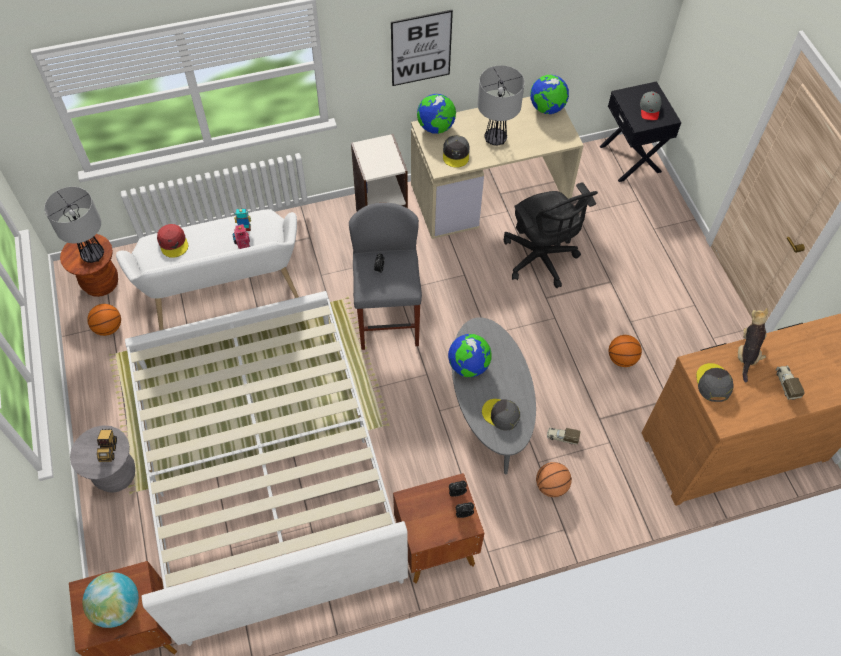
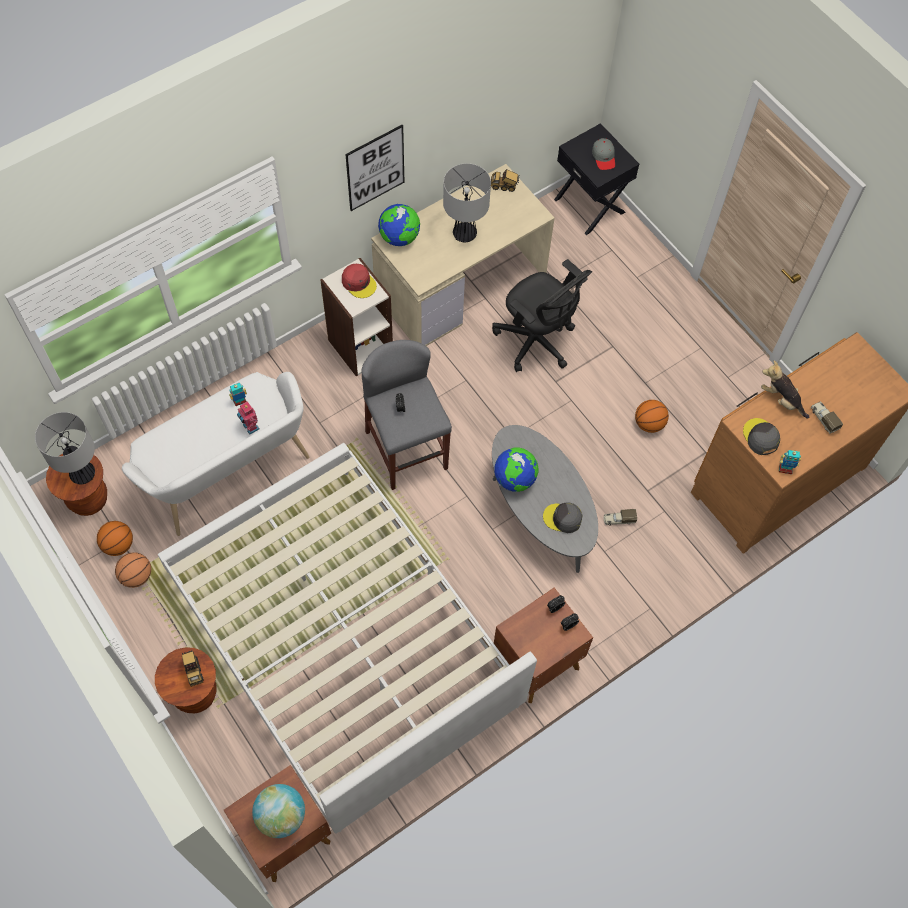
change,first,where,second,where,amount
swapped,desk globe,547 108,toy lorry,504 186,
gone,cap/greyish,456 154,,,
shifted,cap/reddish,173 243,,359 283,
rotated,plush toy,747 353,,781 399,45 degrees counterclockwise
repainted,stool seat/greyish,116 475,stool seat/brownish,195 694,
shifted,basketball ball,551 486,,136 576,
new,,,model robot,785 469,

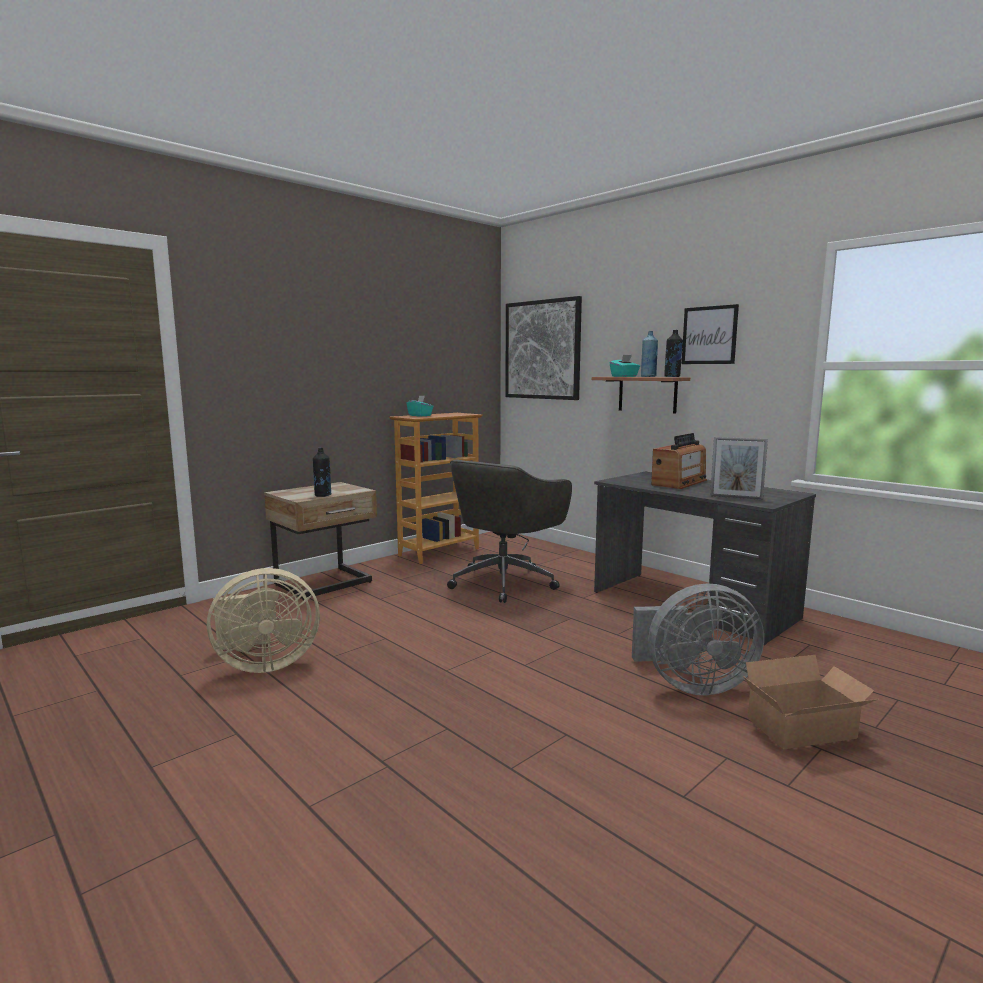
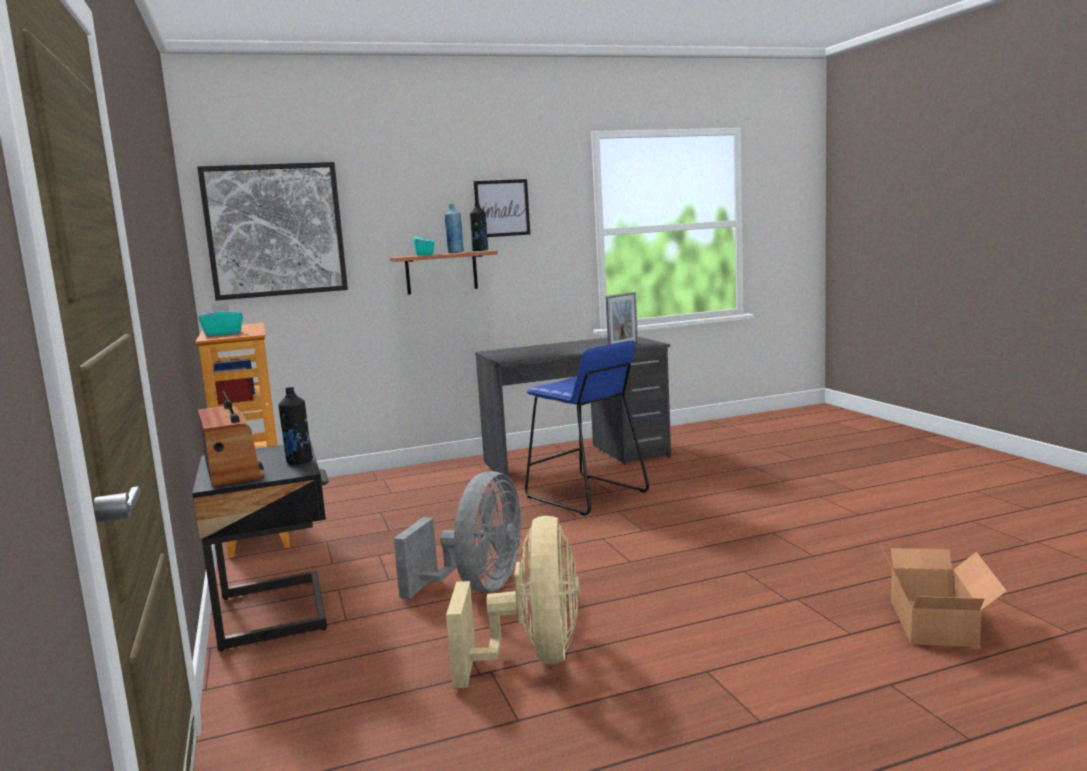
change,first,where,second,where,amount
shifted,radio set,679 482,,232 470,
gone,office chair/greyish,505 582,,,
repainted,bedside table/beige,325 584,bedside table/blackish,277 612,
shifted,cooling fan/greyish,692 685,,477 587,
shifted,packing box,805 730,,936 622,
new,,,stool seat/blue,585 495,

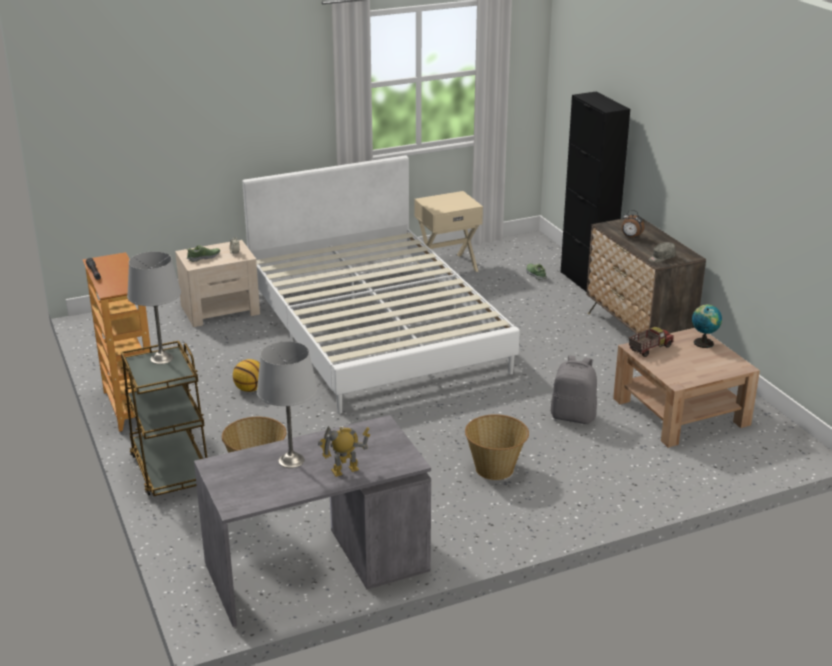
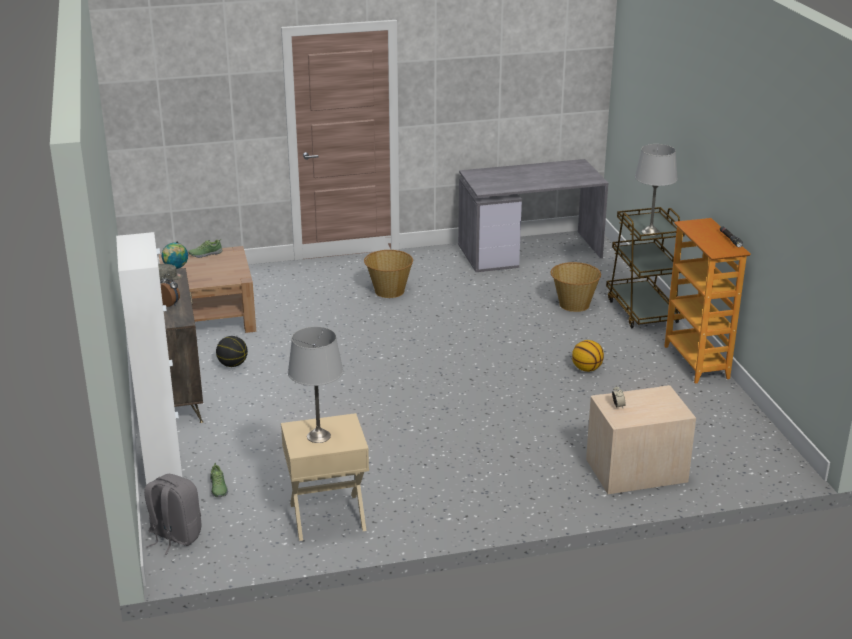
change,first,where,second,where,amount
repainted,cabinet/blackish,586 281,cabinet/white,163 469,
gone,sleeping bed/white,375 330,,,
shifted,low shoe,204 257,,205 254,
gone,toy lorry,649 349,,,
shifted,lamp for a table/greyish,290 461,,319 436,
shifted,rucksack/greyish,573 416,,174 537,
gone,model robot,345 470,,,
new,,,basketball ball,233 364,

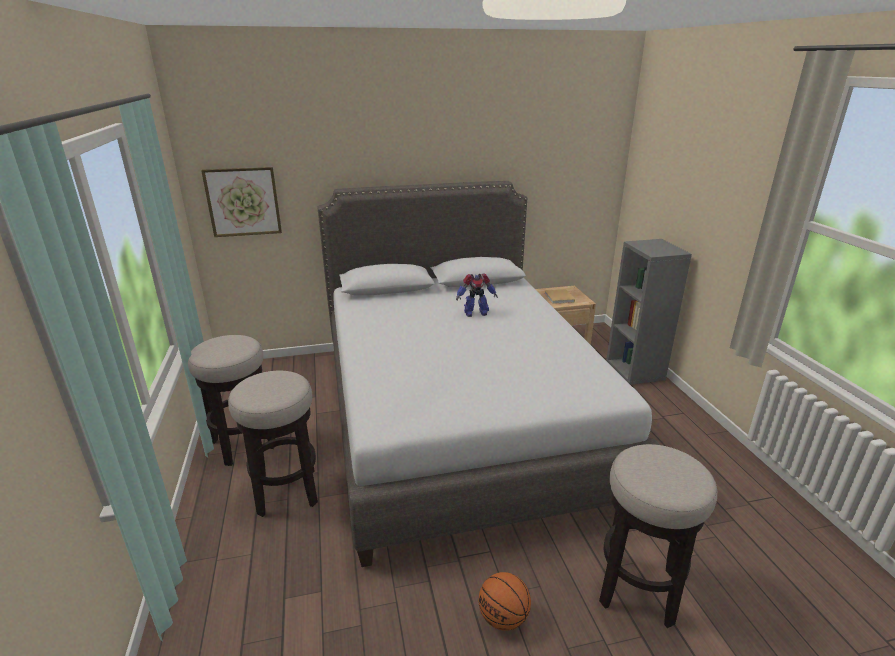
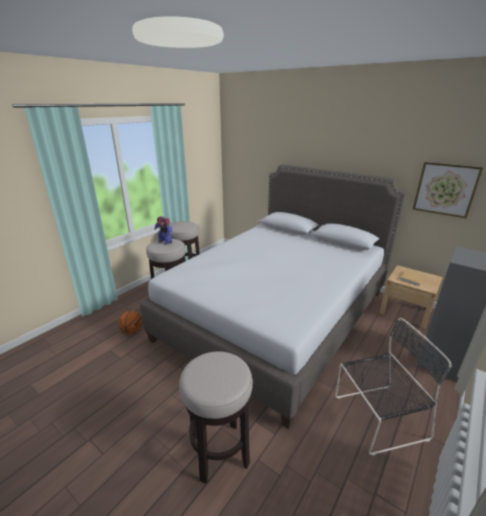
change,first,where,second,where,amount
shifted,picture,243 202,,445 189,
shifted,model robot,475 313,,165 241,
shifted,basketball ball,503 618,,132 331,
new,,,upright chair/blackish,377 418,

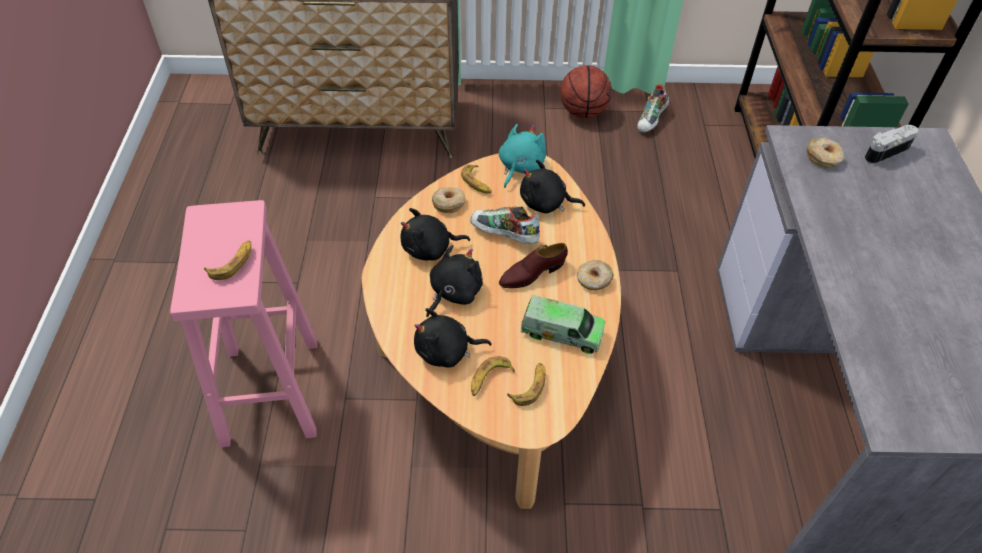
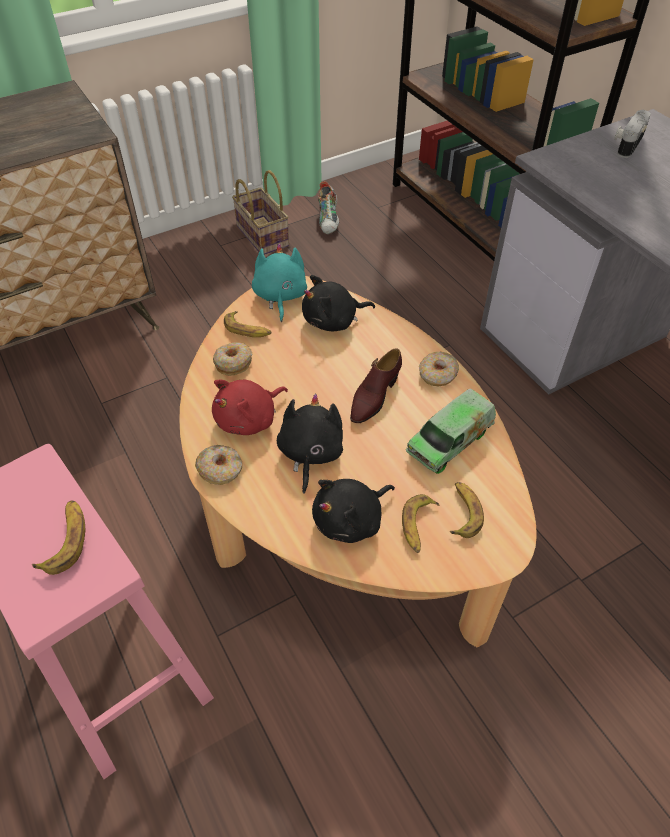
change,first,where,second,where,amount
swapped,basketball ball,583 112,storage basket,260 235,
shifted,donut,823 157,,220 469,
gone,low shoe,503 236,,,
repainted,plush toy/blackish,430 249,plush toy/reddish,249 419,
rotated,toy lorry,562 332,,450 441,150 degrees clockwise

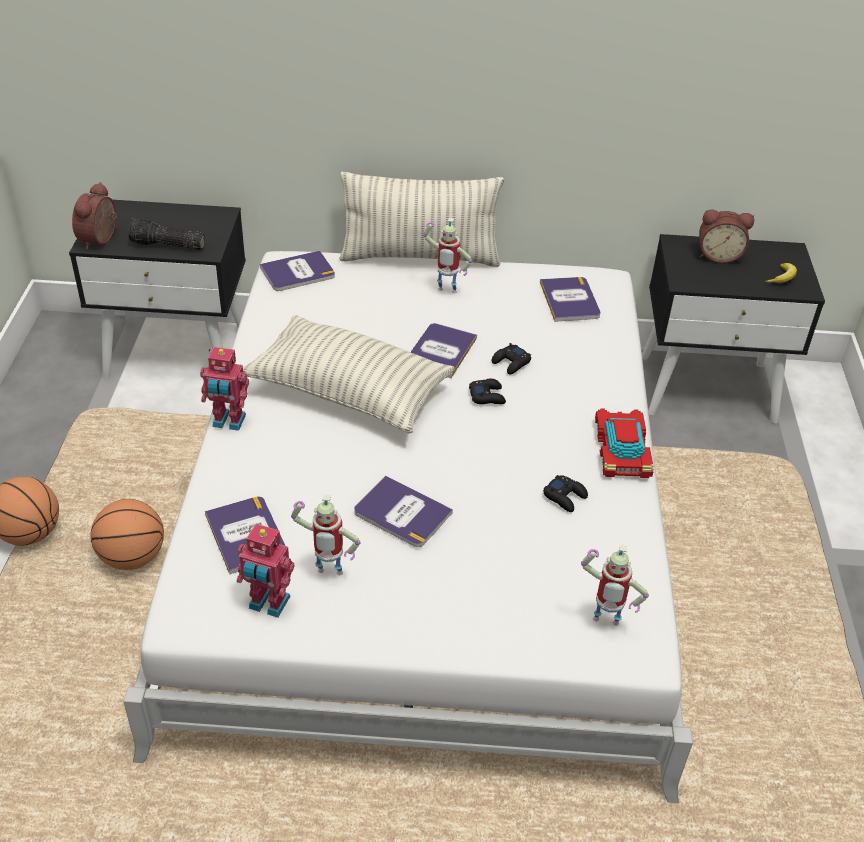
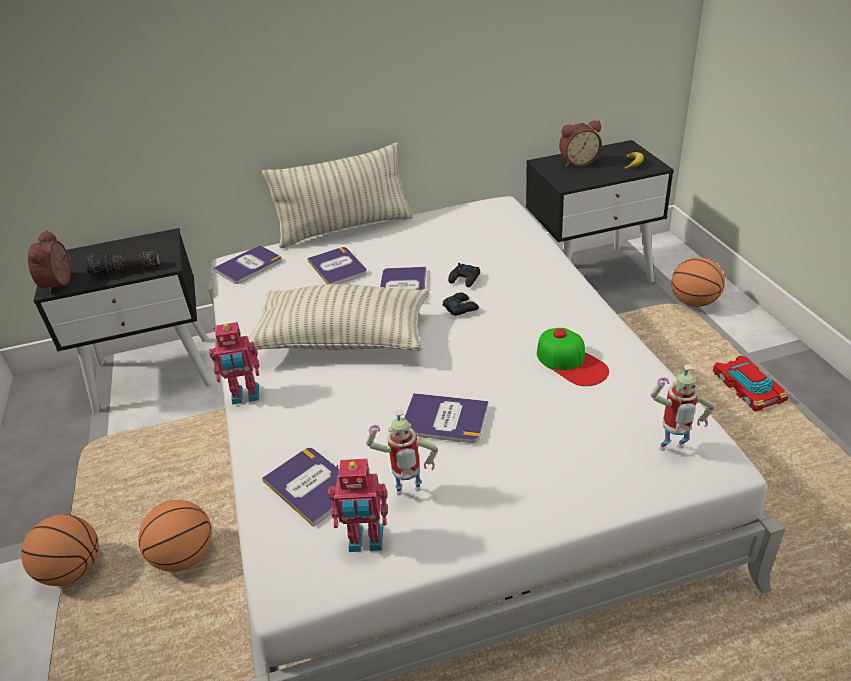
change,first,where,second,where,amount
gone,model robot,446 292,,,
shifted,book,569 300,,337 267,
shifted,miniature car,622 450,,748 388,
swapped,game controller/blackish,565 497,cap,571 362,
new,,,basketball ball,694 302,

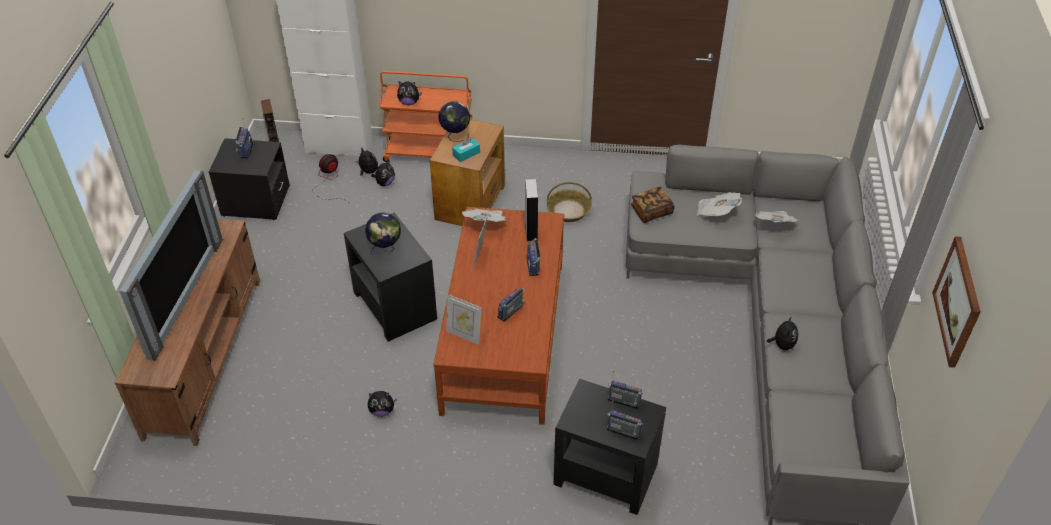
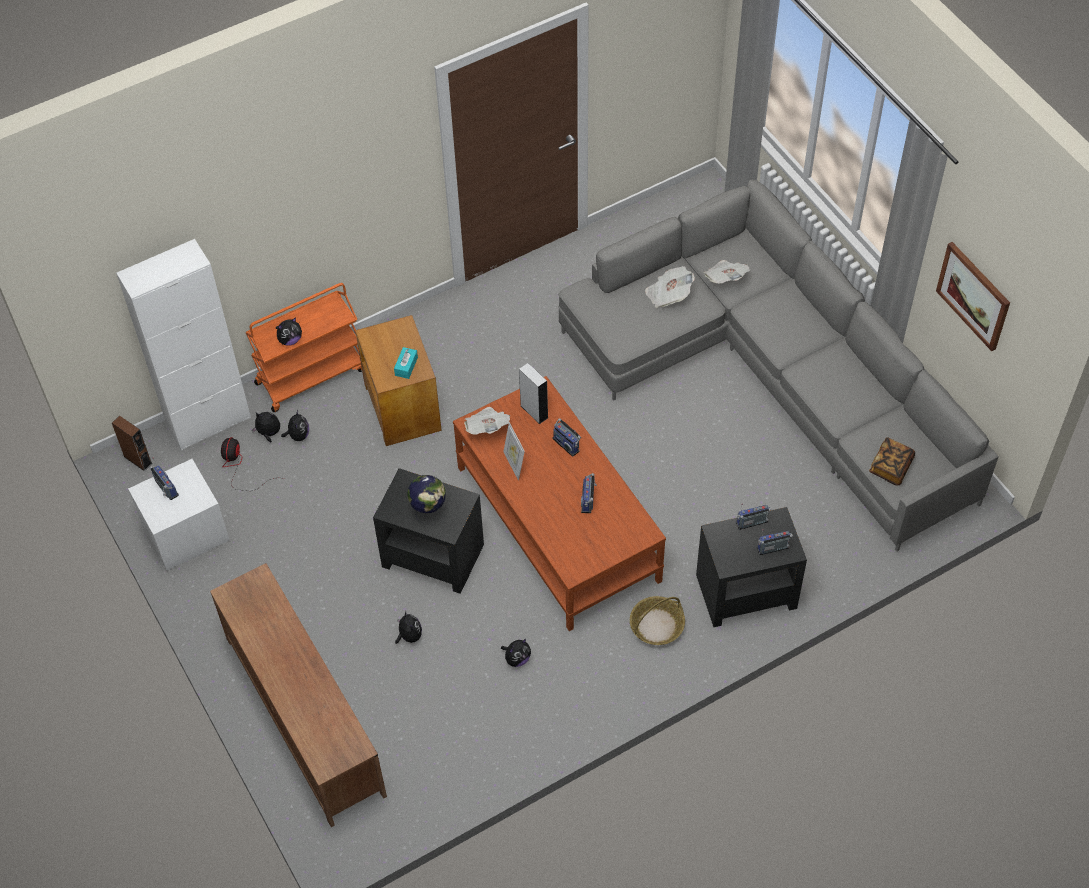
change,first,where,second,where,amount
gone,desk globe,455 136,,,
repainted,bedside table/blackish,255 201,bedside table/white,185 534,
gone,TV set,180 295,,,
shifted,storage basket,568 210,,656 626,
shifted,book,651 211,,890 467,
gone,photo frame,464 335,,,
shifted,plush toy,782 345,,409 636,

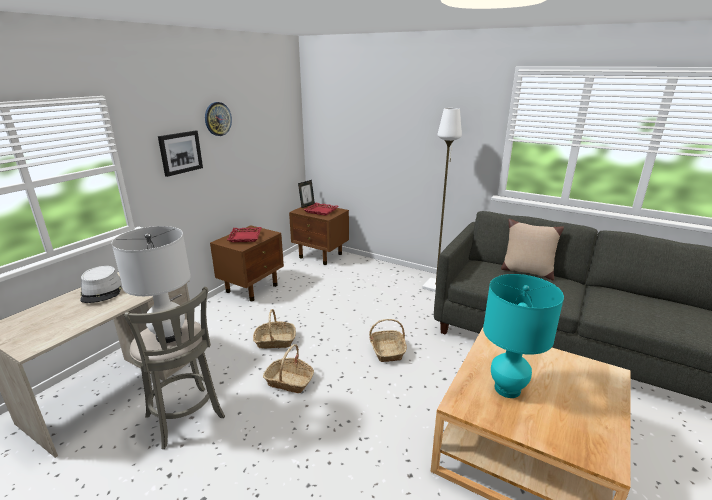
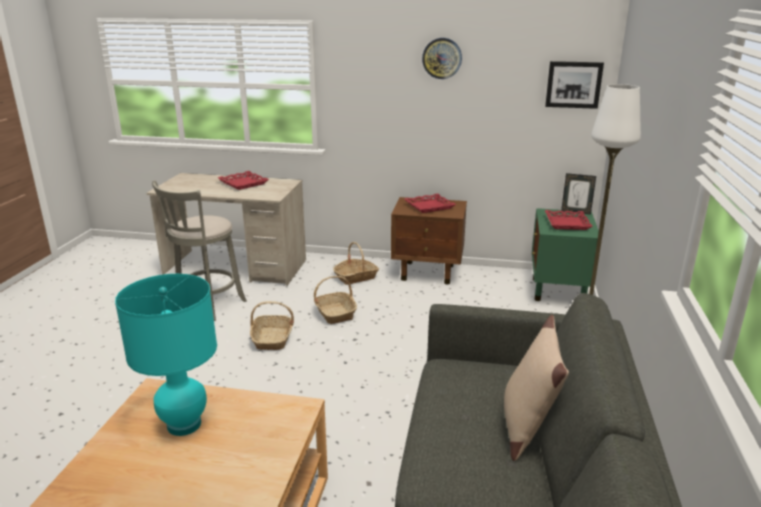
change,first,where,second,where,amount
shifted,picture,180 152,,573 84,
repainted,bedside table/brownish,321 256,bedside table/green-coloured,558 291,
gone,lamp for a table/white,169 336,,,
swapped,hat/greyish,102 291,tray/reddish,243 183,
shifted,storage basket,387 350,,356 277,

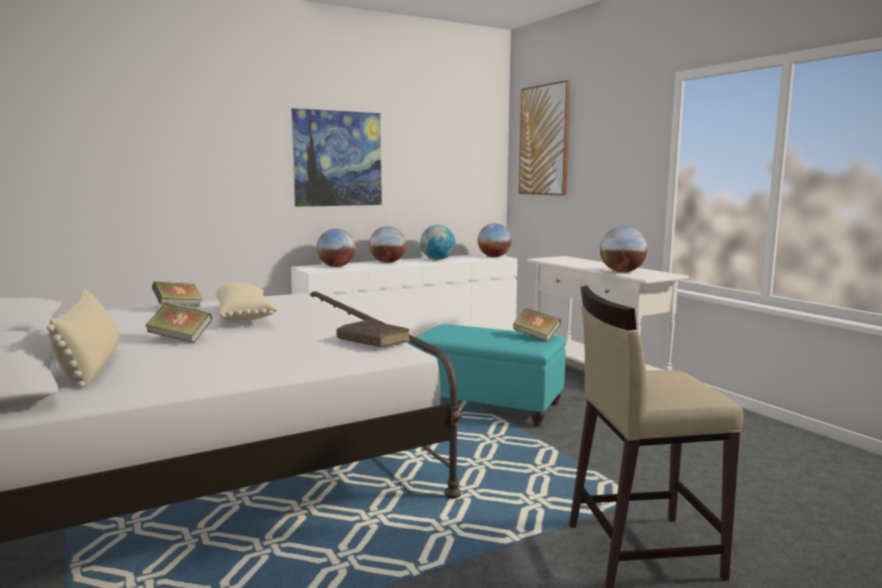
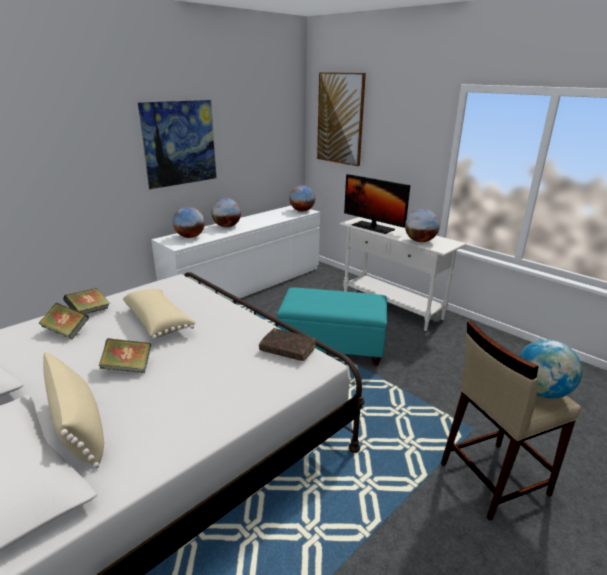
change,first,where,second,where,amount
shifted,desk globe,437 259,,541 392,
shifted,book,536 337,,66 331,
new,,,computer display,373 227,

